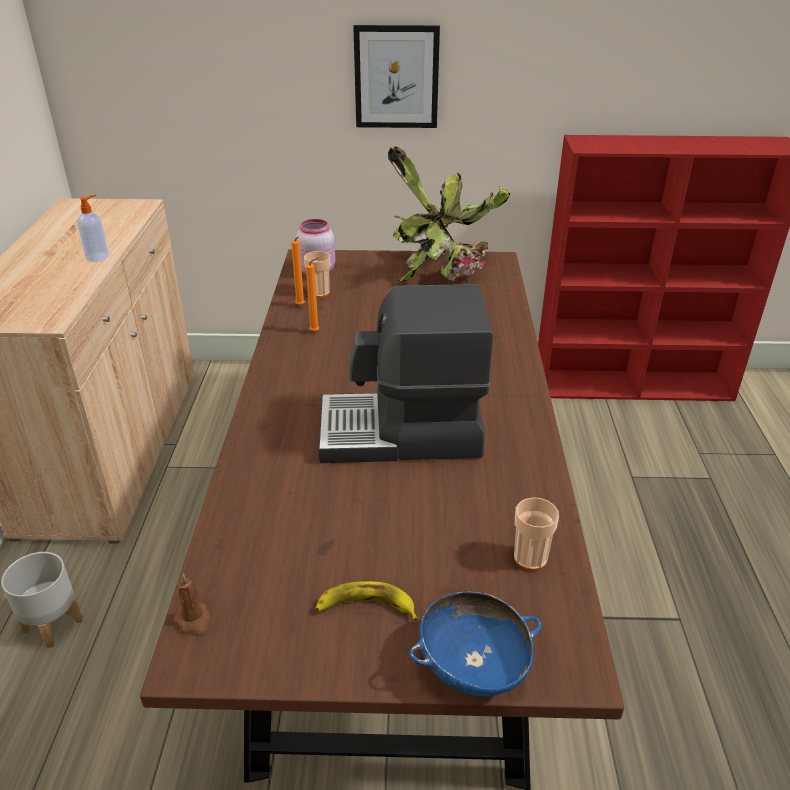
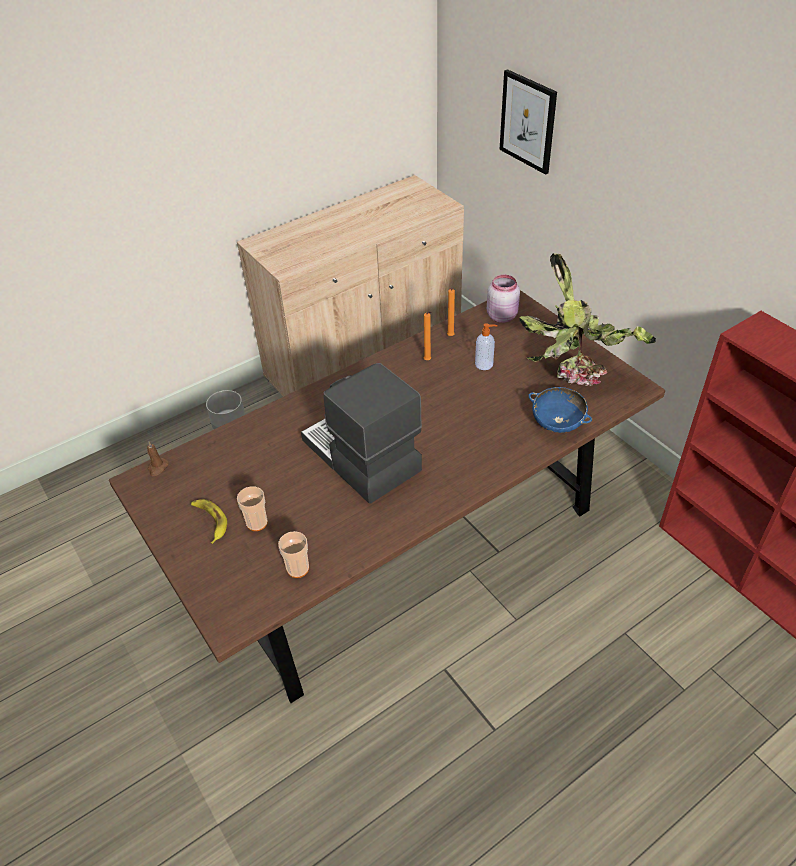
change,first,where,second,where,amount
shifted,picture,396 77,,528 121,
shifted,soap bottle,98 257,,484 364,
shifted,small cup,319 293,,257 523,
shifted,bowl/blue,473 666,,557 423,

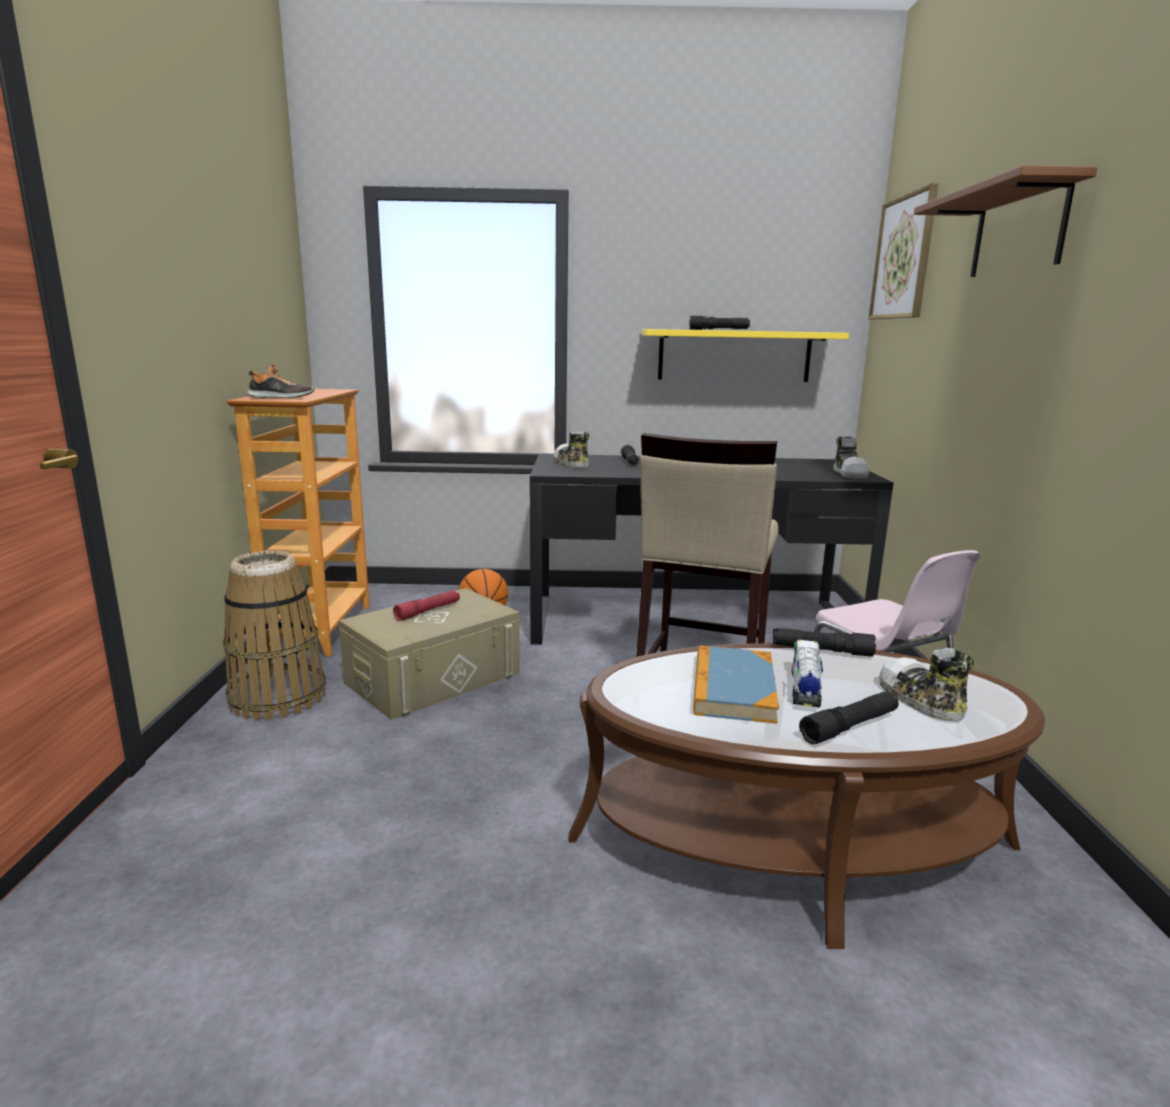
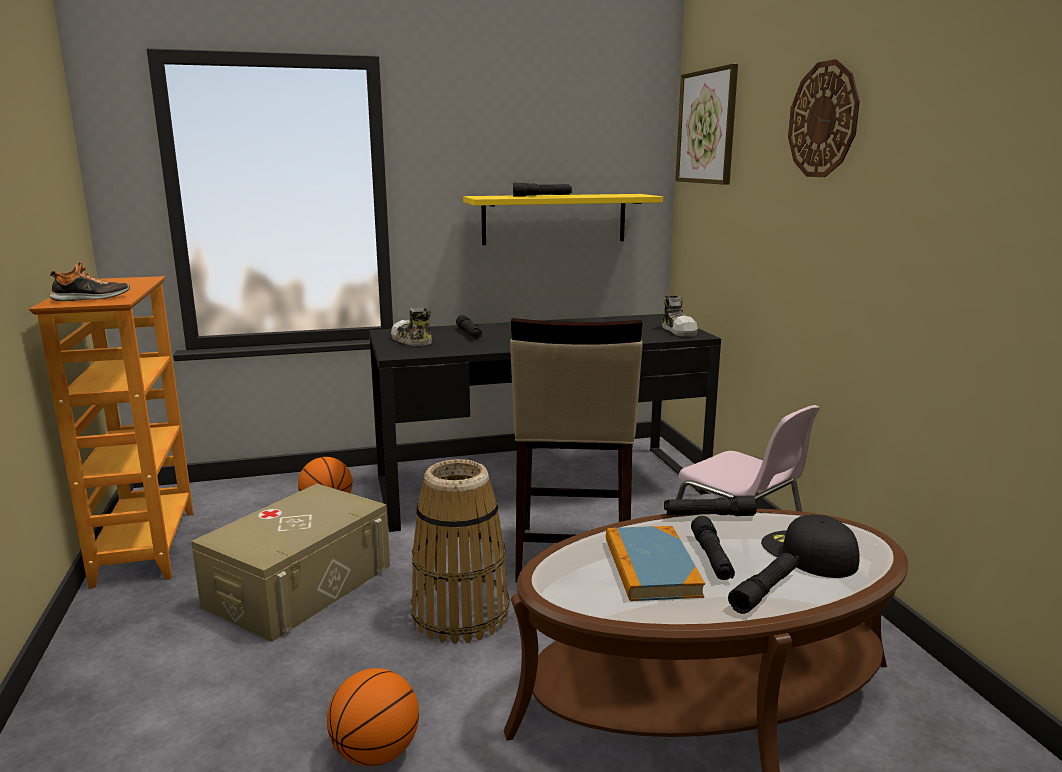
change,first,where,second,where,amount
swapped,shelf/brownish,1018 231,hanging clock,823 120,
shifted,storage basket,277 697,,460 614,
gone,hand torch/reddish,428 611,,,
swapped,toy lorry,805 689,hand torch/blackish,712 557,
swapped,low shoe,919 699,cap/blackish,807 553,
new,,,basketball ball,376 753,

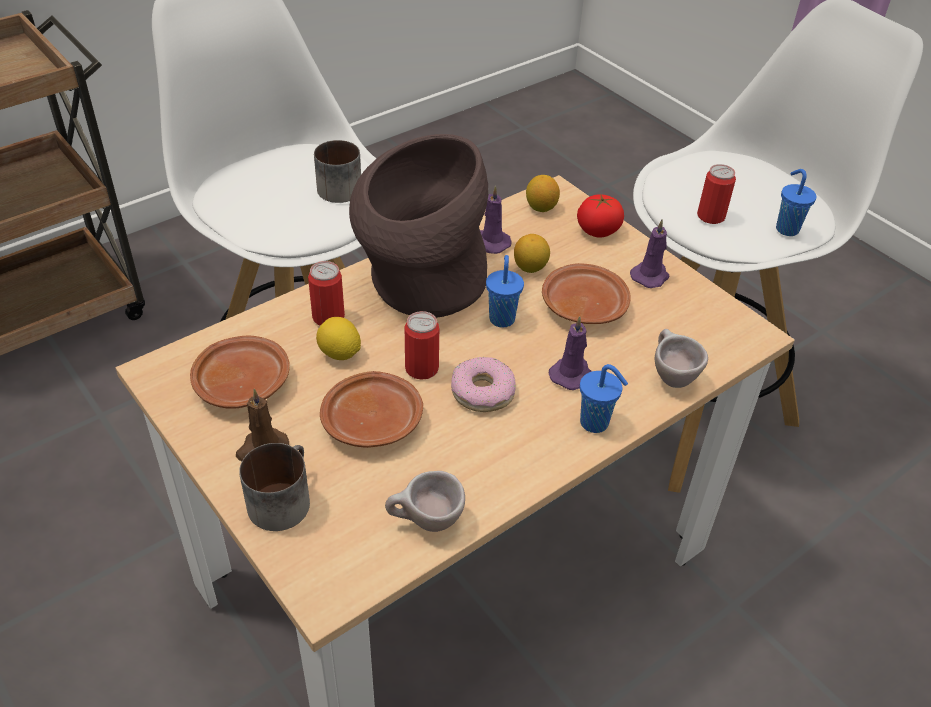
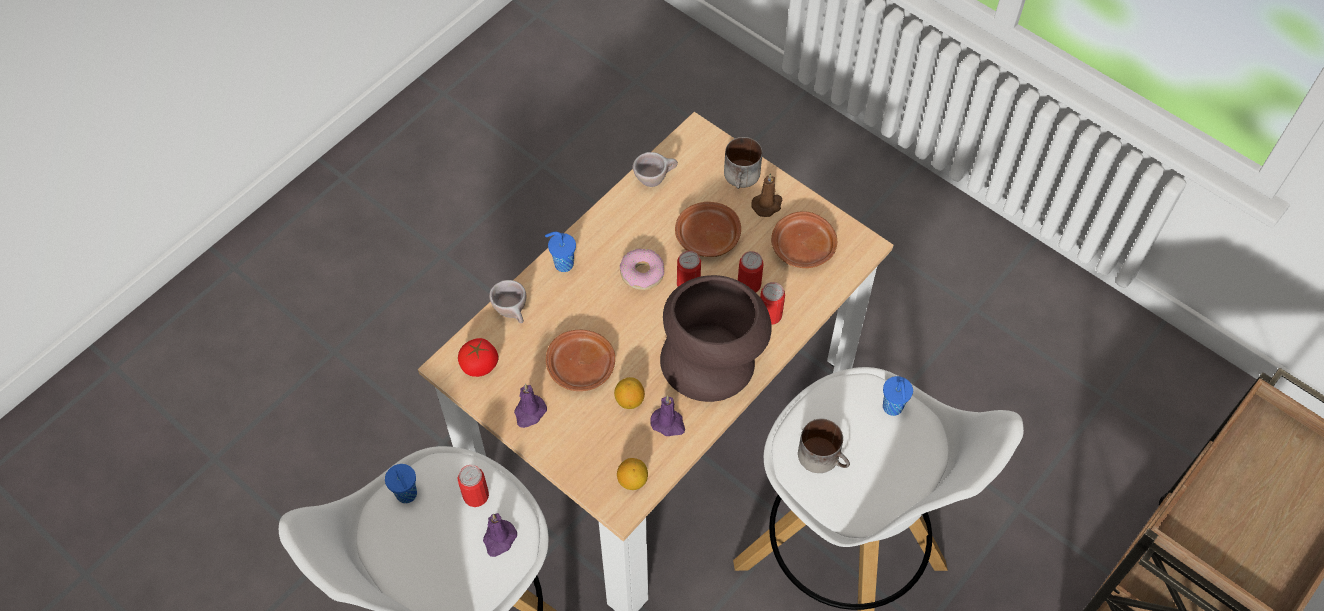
change,first,where,second,where,amount
shifted,fresh tomato,598 231,,479 365,
shifted,small cup/blue,502 318,,893 408,
shifted,candle/purple-coloured,571 374,,499 539,
swapped,whole lemon,339 354,sealed can,749 284,

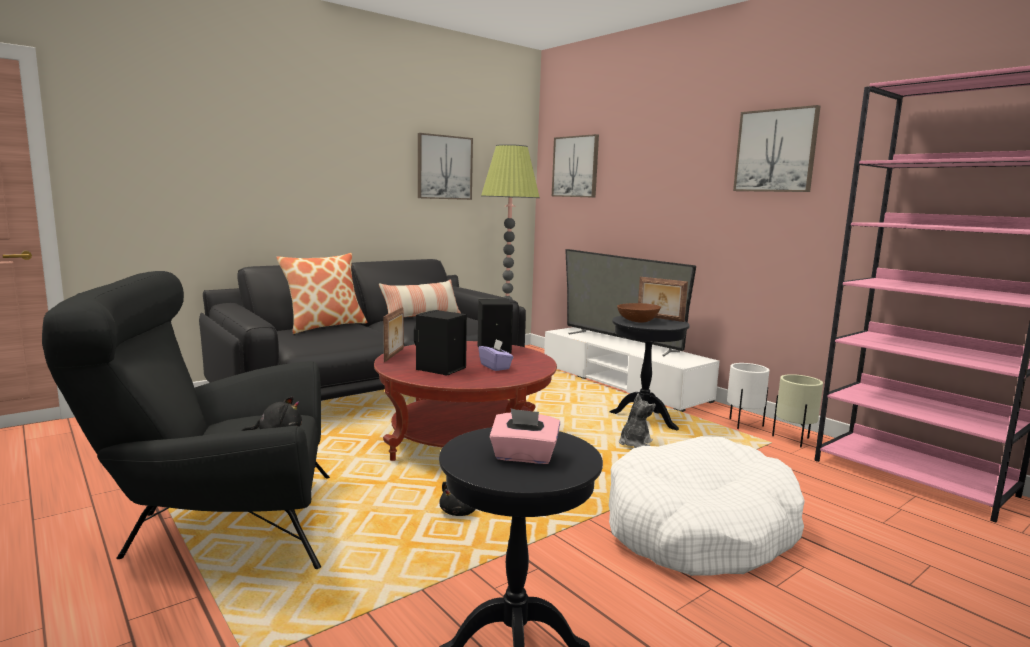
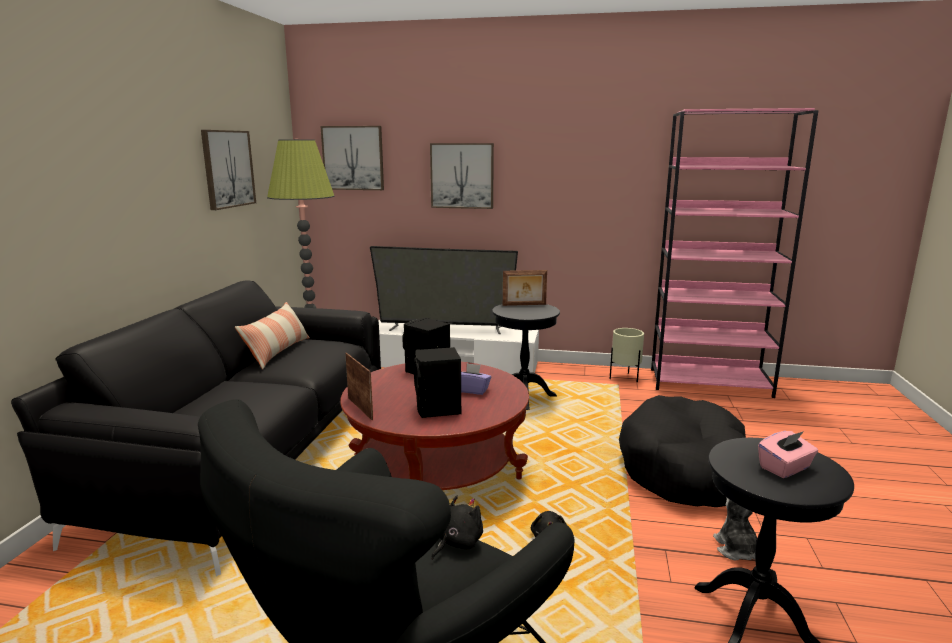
change,first,where,second,where,amount
shifted,picture,775 151,,462 176,
gone,cushion,324 326,,,
gone,bowl/brownish,638 321,,,
gone,flower pot/white,743 425,,,
shifted,plush toy,634 443,,736 549,
repainted,dog cushion/white,699 528,dog cushion/blackish,686 469,

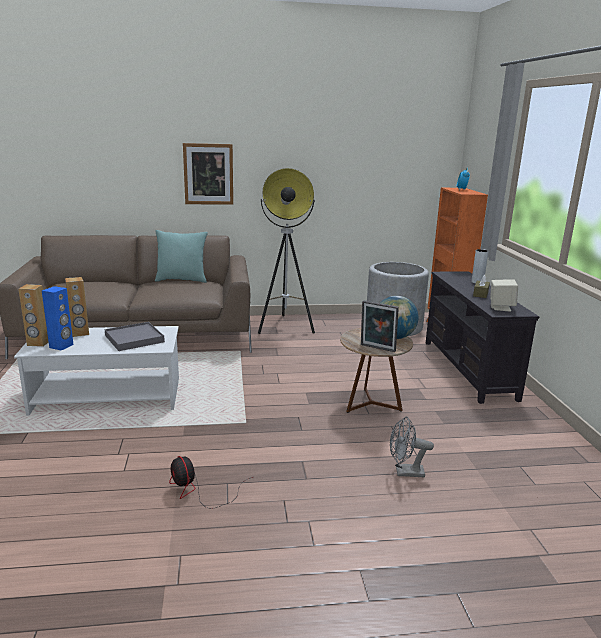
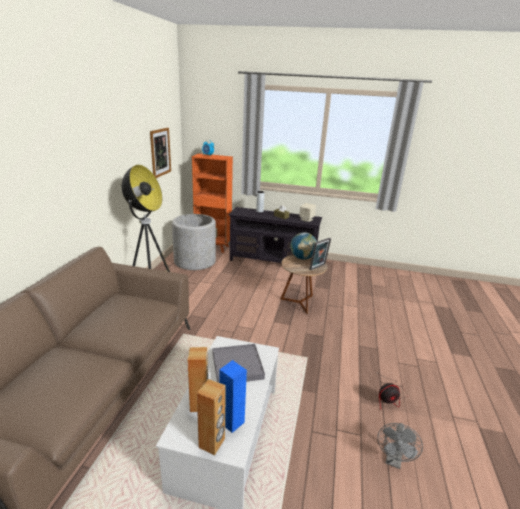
change,first,where,second,where,amount
shifted,picture,208 174,,160 152,
gone,cushion/blue-green,182 280,,,
shifted,cooling fan/greyish,405 472,,393 460,

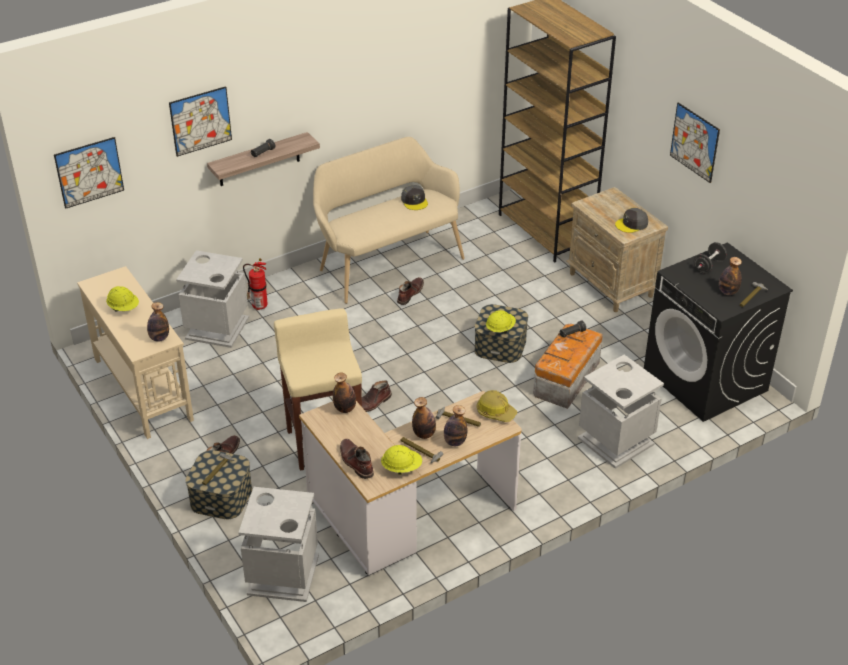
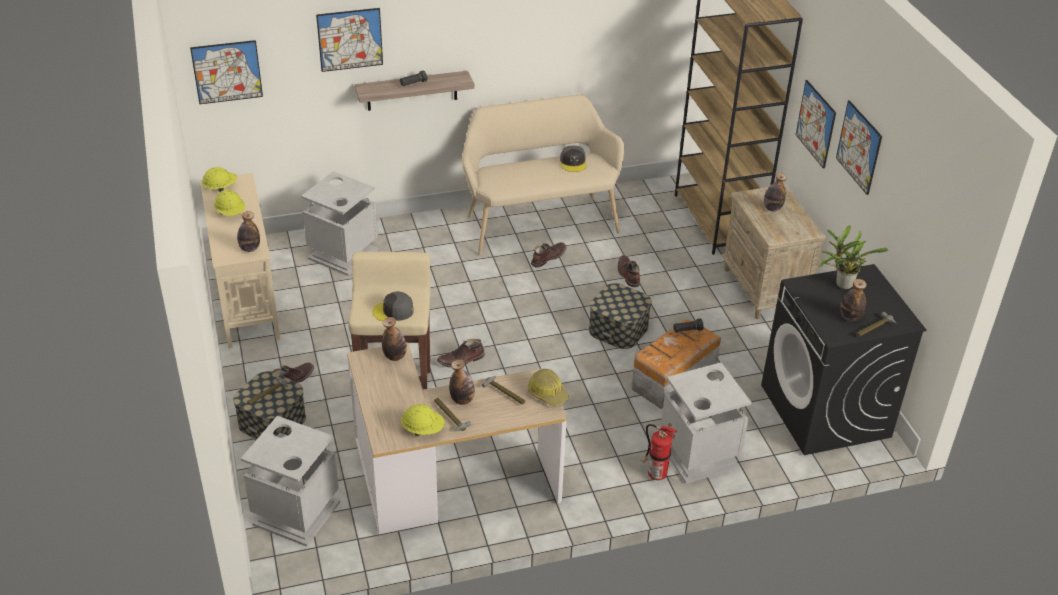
change,first,where,second,where,amount
shifted,cap/greyish,632 224,,394 311,
swapped,dumbbell/blackish,708 266,houseplant,841 285,
shifted,fire-fighting cylinder,258 306,,654 474,
shifted,hard hat/yellowish,500 329,,220 187,
shifted,drink bottle,454 442,,772 208,
shifted,tall boot/brownish,355 462,,628 274,
new,,,picture,815 124,

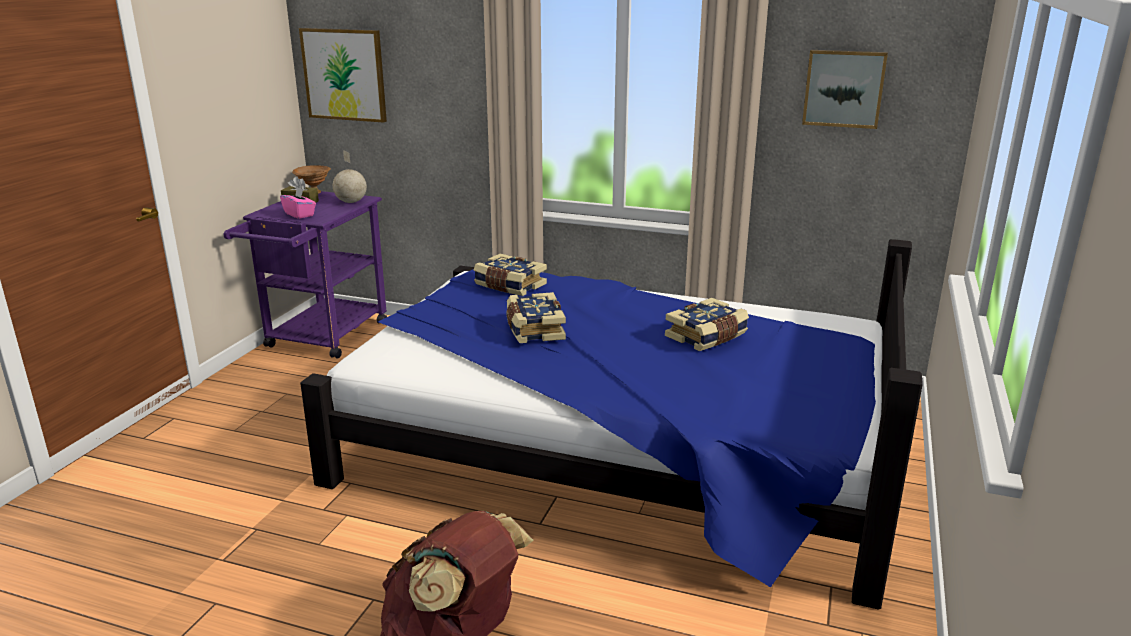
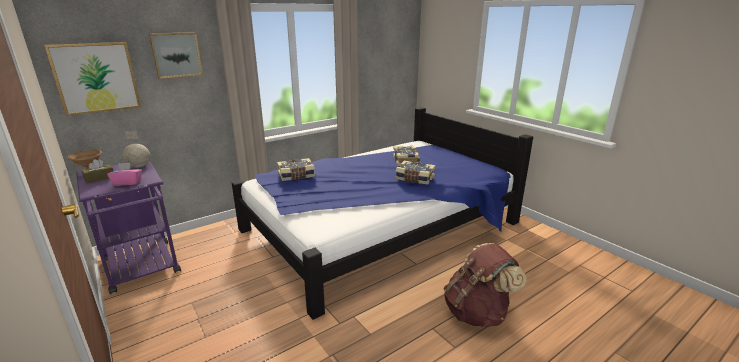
change,first,where,second,where,amount
shifted,picture,844 88,,176 54,
shifted,book,534 329,,414 179,

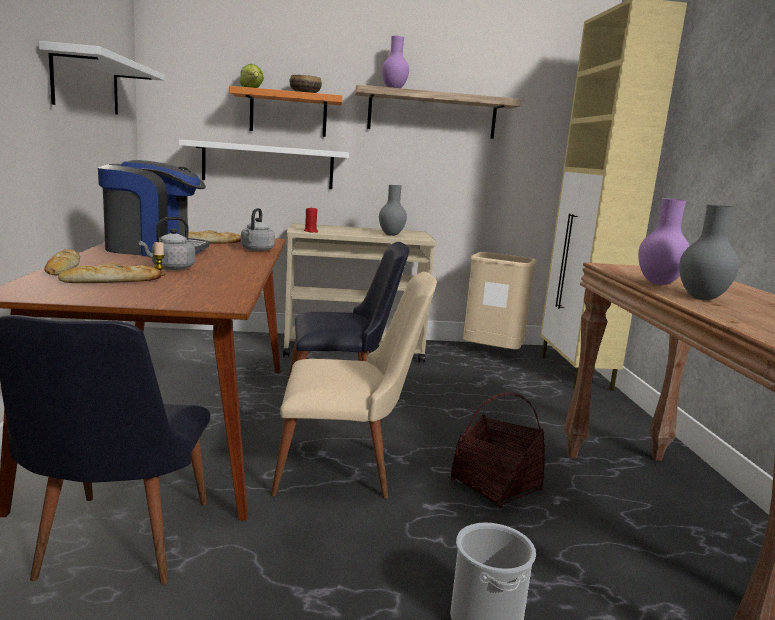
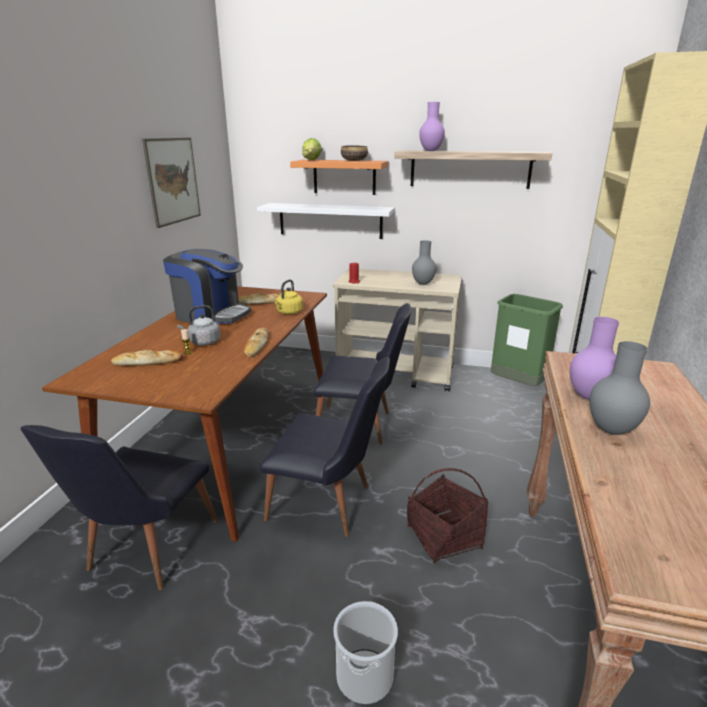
change,first,where,second,where,amount
swapped,shelf/white,87 84,picture,173 181,
repainted,kettle/greyish,256 250,kettle/yellowish,288 312,
shifted,bakery bread,63 268,,256 345,
repainted,rubbish bin/beige,492 354,rubbish bin/green-coloured,517 385,
repainted,upright chair/beige,346 472,upright chair/blackish,329 505,

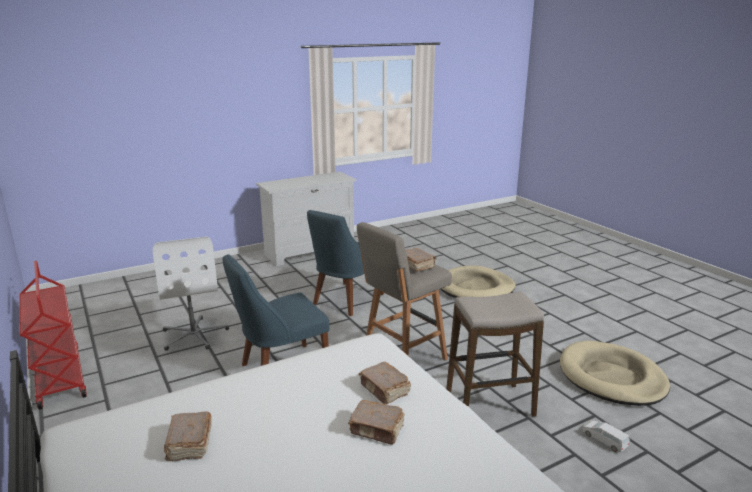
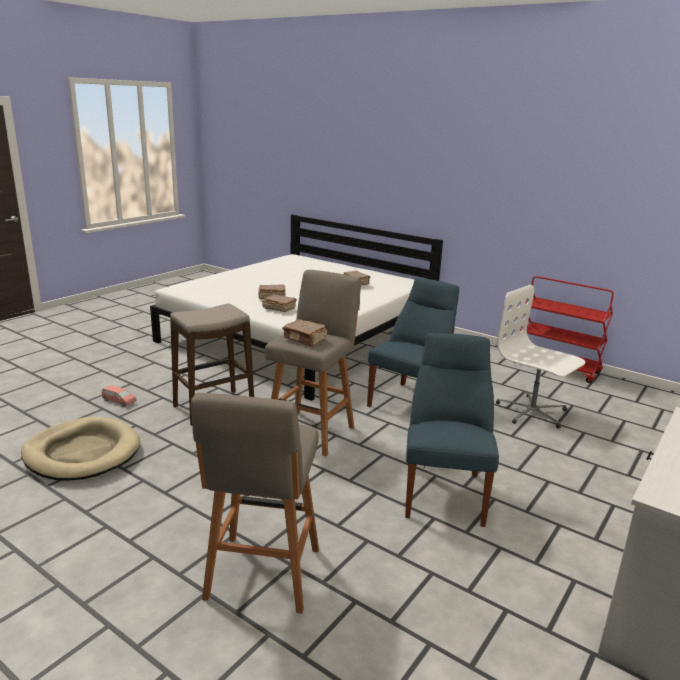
change,first,where,second,where,amount
swapped,dog cushion/beige,475 288,stool seat/greyish,262 576,
repainted,miniature car/white,604 440,miniature car/pink,119 401,

